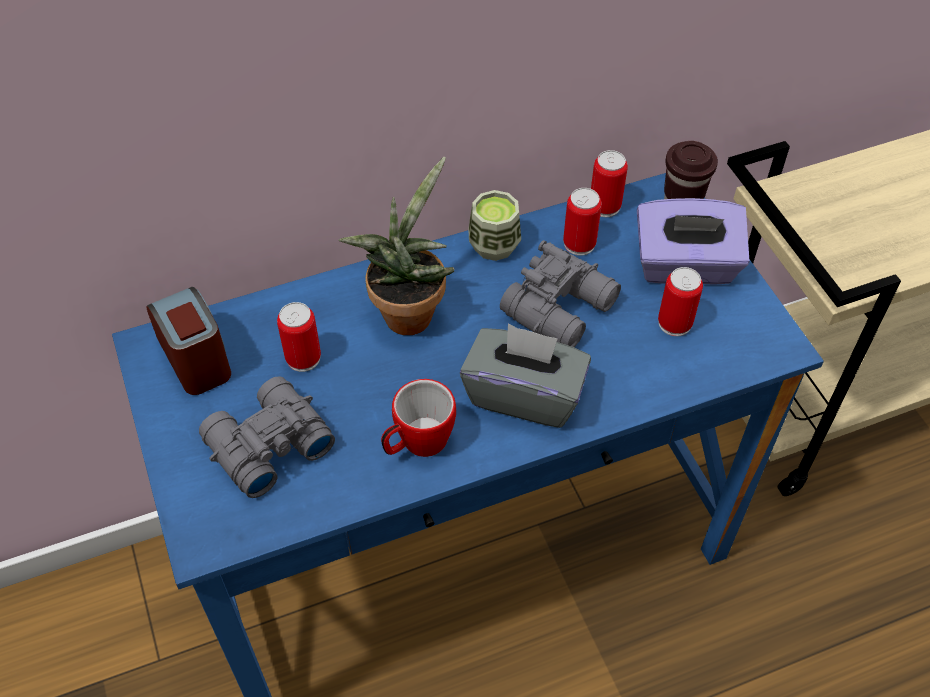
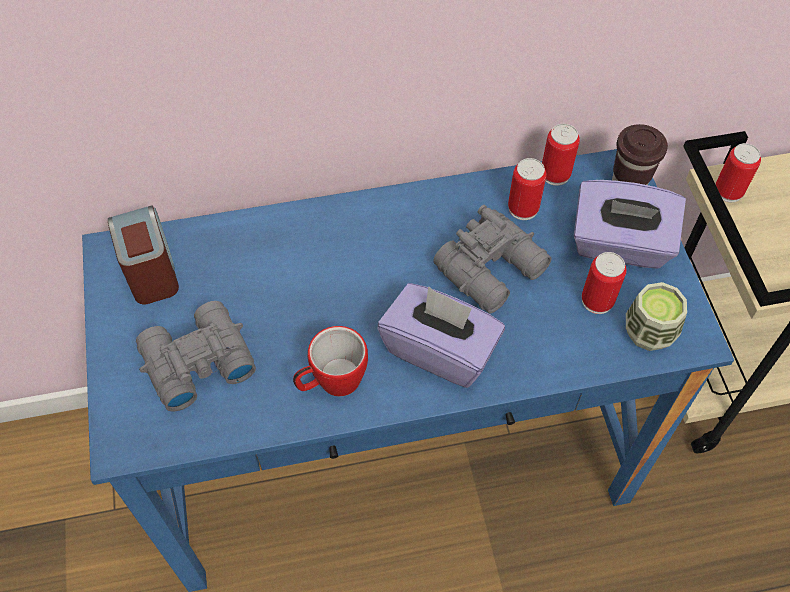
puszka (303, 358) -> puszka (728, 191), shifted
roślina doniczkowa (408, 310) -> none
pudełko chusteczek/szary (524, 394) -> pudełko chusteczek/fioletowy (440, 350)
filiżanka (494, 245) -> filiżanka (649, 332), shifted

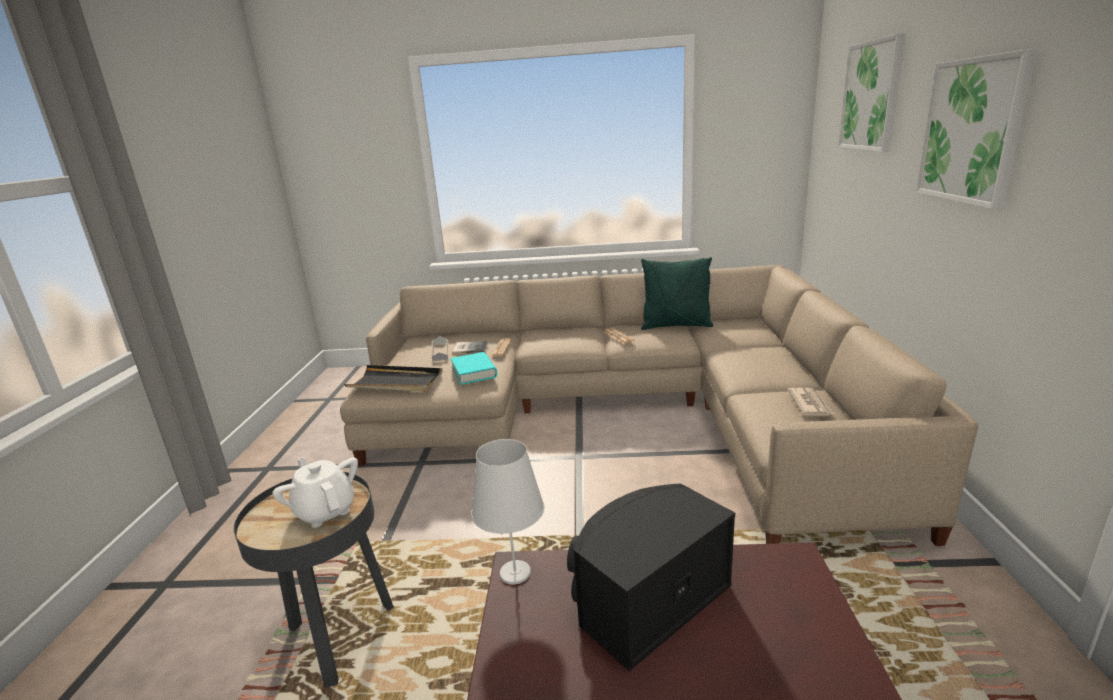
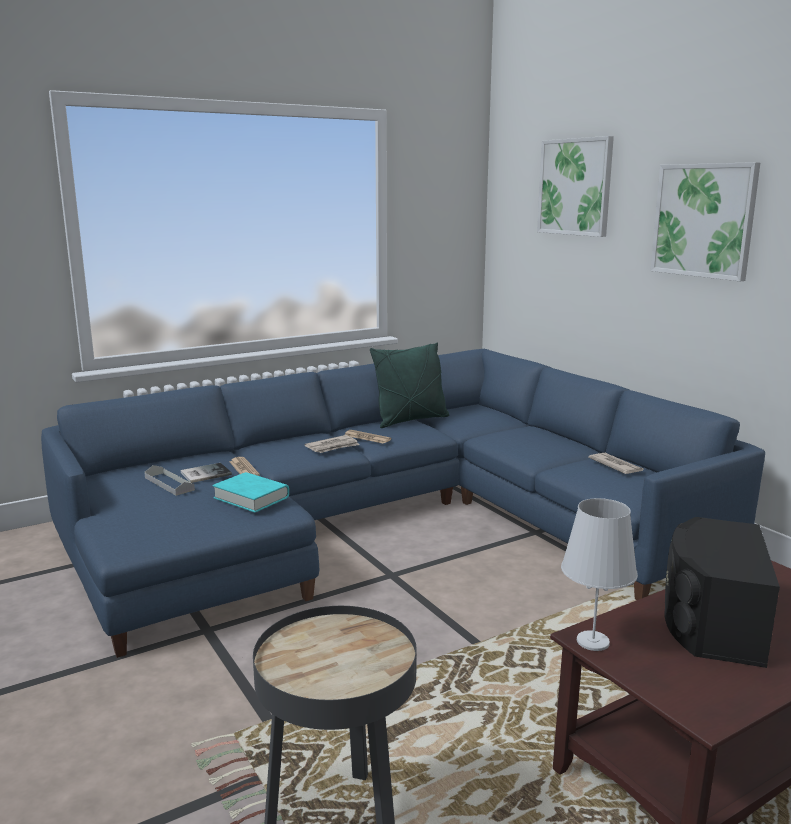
imbryk/biały (325, 511) -> none
kanapa/beżowy (623, 411) -> kanapa/niebieski (387, 523)
taca/czarny (396, 382) -> none
none -> gazeta (333, 447)

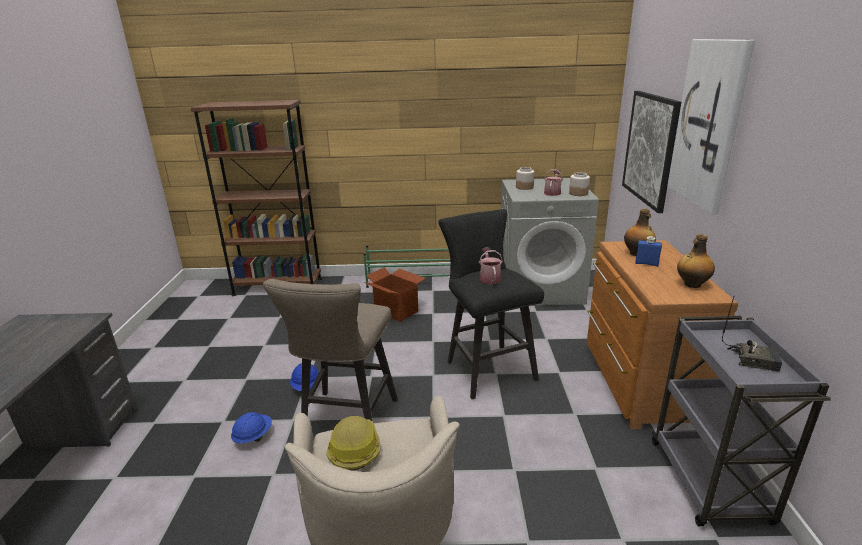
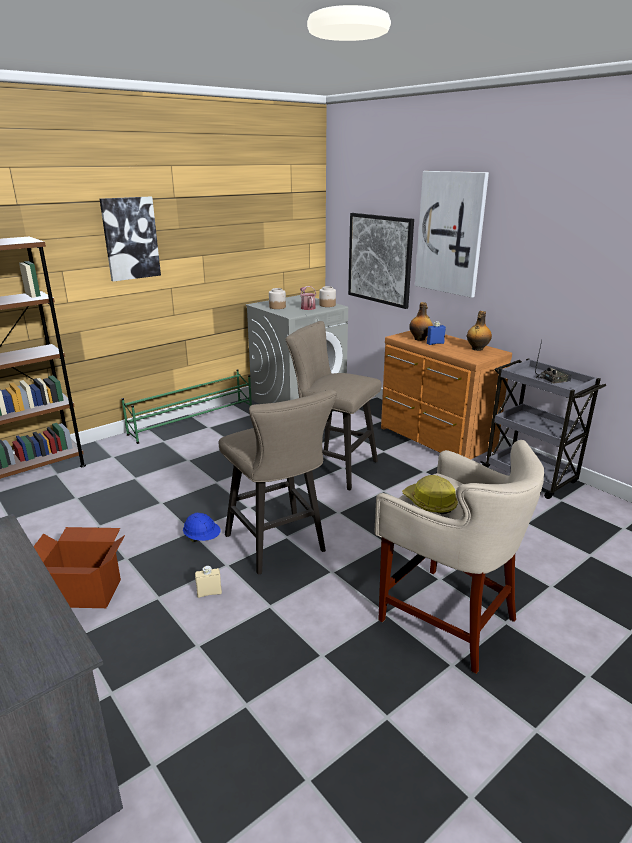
kask/niebieski (253, 437) -> butelka/beżowy (209, 593)
karton (396, 311) -> karton (86, 592), shifted
stołek/czarny (487, 368) -> stołek/beżowy (332, 466)
konewka (489, 278) -> none
none -> obraz (130, 238)

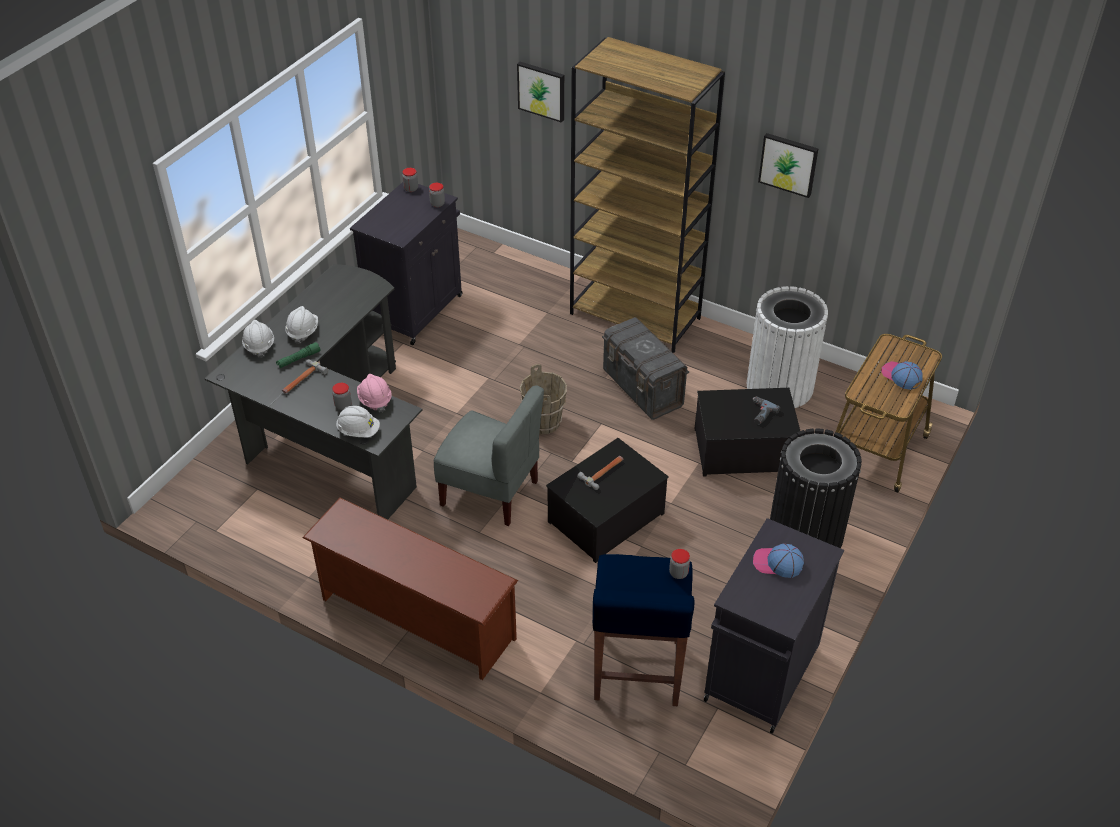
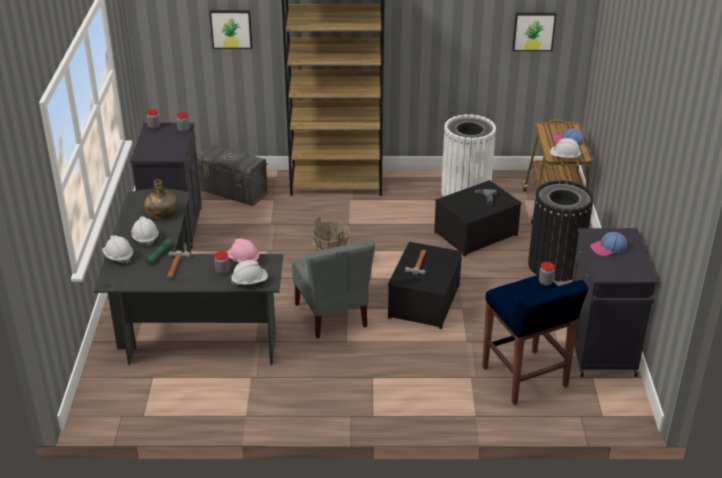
regał na buty/brązowy (415, 619) -> none
krzesło/szary (491, 492) -> krzesło/szary (332, 315), 75 degrees clockwise
pojemnik do przechowywania/szary (642, 388) -> pojemnik do przechowywania/szary (233, 192), shifted
obraz (788, 164) -> obraz (533, 31), shifted
none -> butelka/zielony (161, 213)
none -> kask/biały (564, 157)

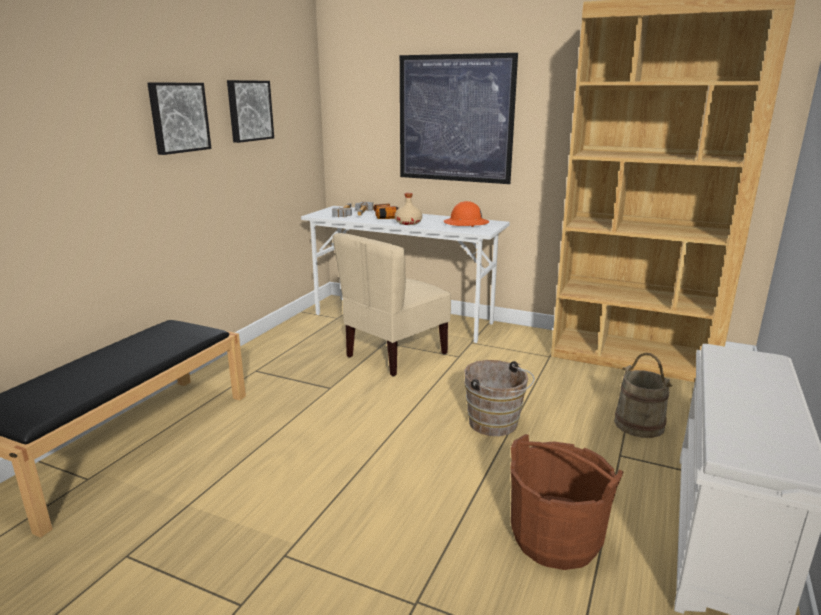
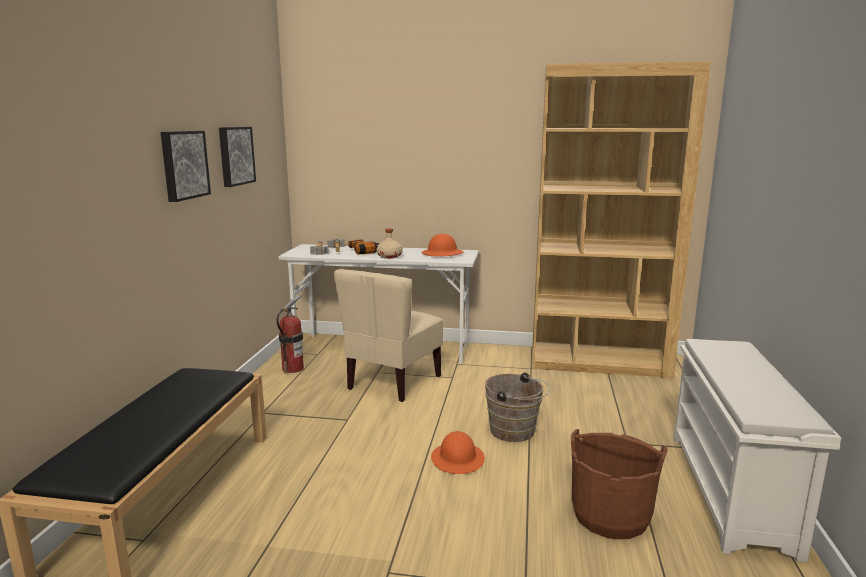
obraz (455, 119) -> none
wiadro/beżowy (639, 424) -> none
none -> gaśnica (293, 368)
none -> kask/pomarańczowy (458, 459)

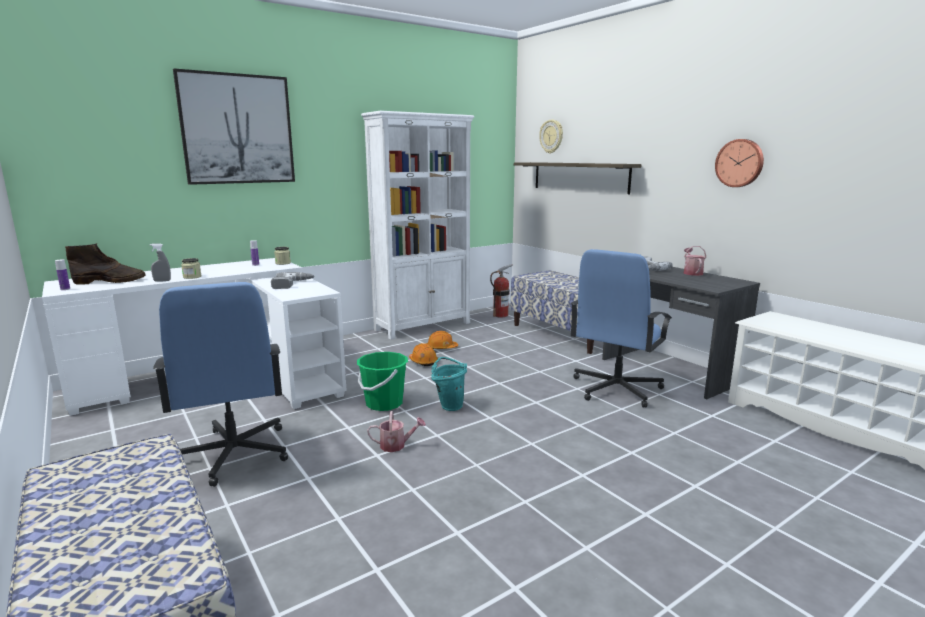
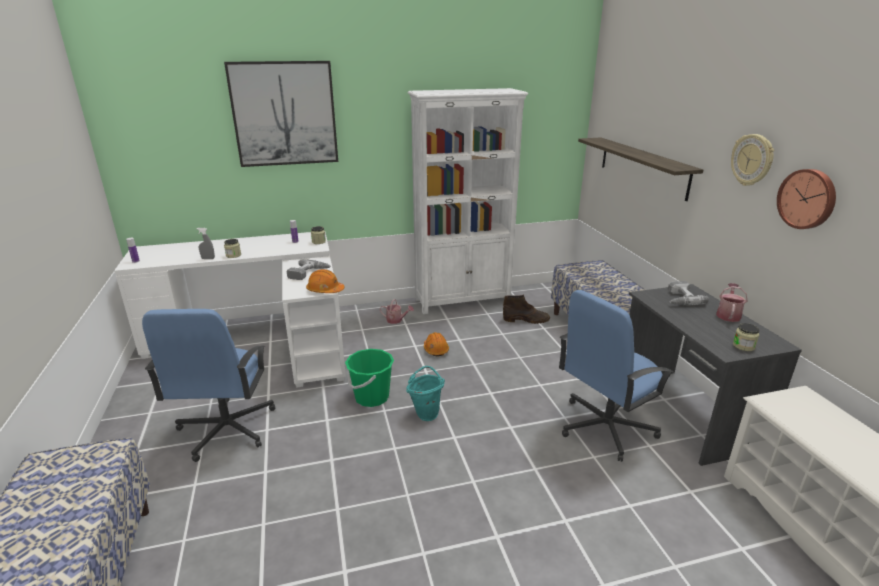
but z cholewką/brązowy (110, 281) -> but z cholewką/brązowy (526, 320), shifted
konewka (396, 445) -> konewka (396, 320), shifted
kask/pomarańczowy (441, 348) -> kask/pomarańczowy (325, 290), shifted
gaśnica (500, 315) -> none
zegar ścienny (551, 136) -> zegar ścienny (752, 160), shifted
none -> słoik (743, 346)

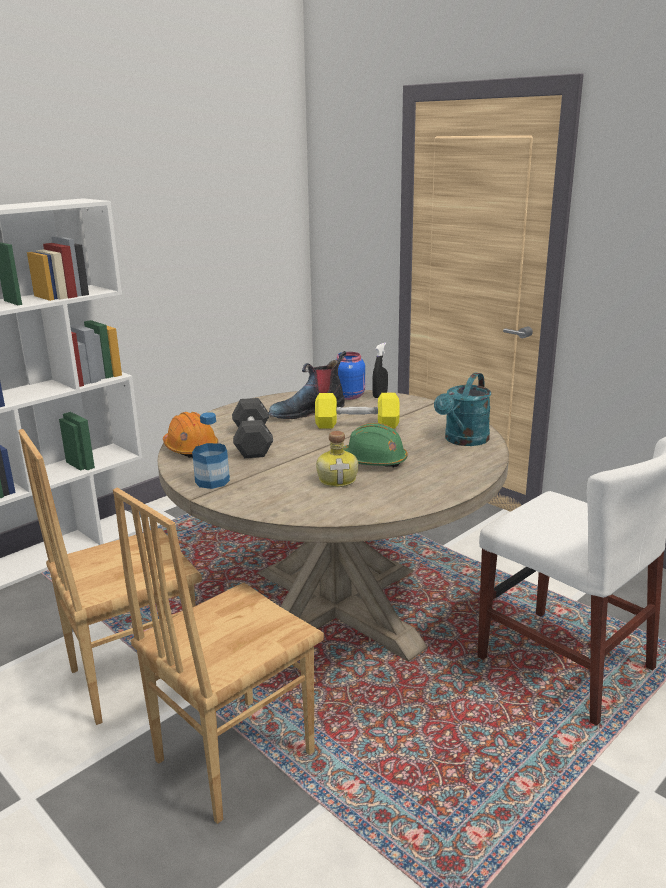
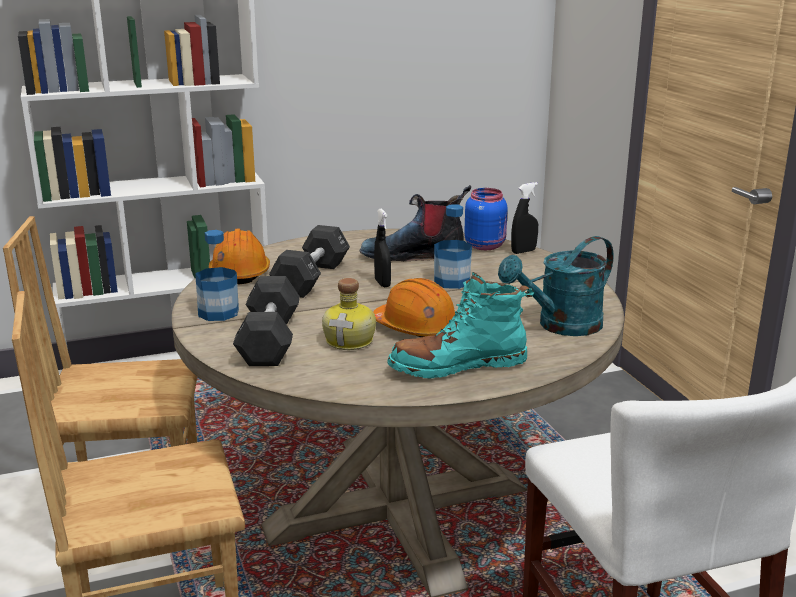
hantel/żółty (357, 425) -> butelka (452, 281)
kask/zielony (372, 461) -> kask/pomarańczowy (416, 328)
none -> hantel/czarny (269, 340)
none -> spryskiwacz/czarny (382, 283)
none -> but z cholewką/turkusowy (458, 366)

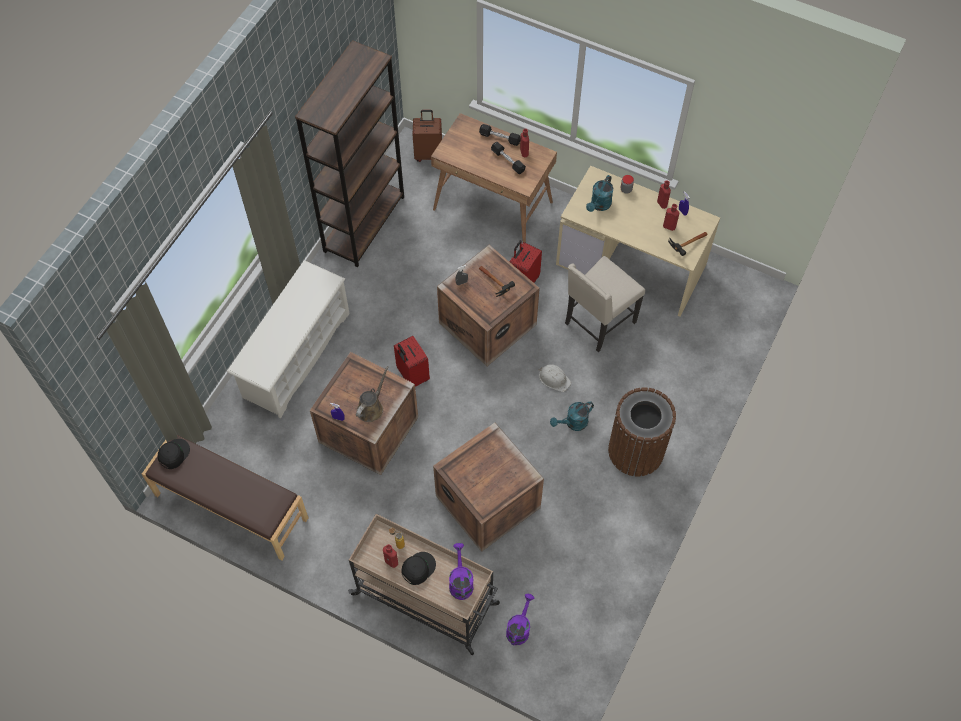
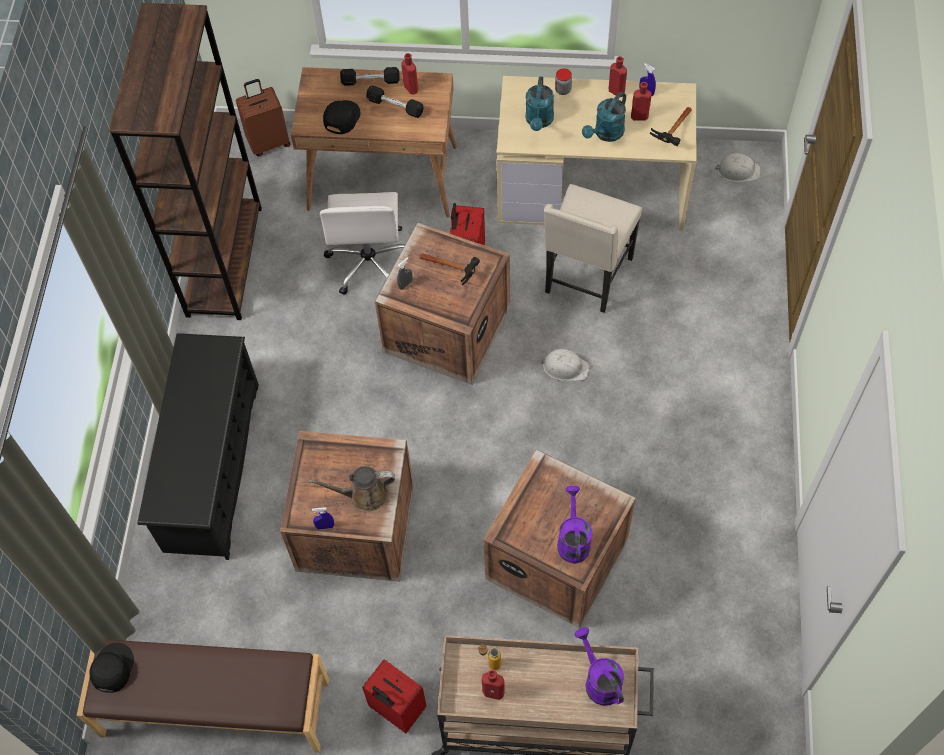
regał na buty/biały (296, 355) -> regał na buty/czarny (211, 467)
konewka/brązowy (371, 407) -> konewka/brązowy (364, 494), 105 degrees counterclockwise
walizka/czerwony (412, 375) -> walizka/czerwony (396, 709), shifted
czapka z daszkiem/czarny (418, 568) -> czapka z daszkiem/czarny (341, 118), shifted
konewka/fioletowy (519, 628) -> konewka/fioletowy (573, 539), shifted
konewka/turkusowy (573, 423) -> konewka/turkusowy (606, 134), shifted
kosz na śmieci/brązowy (636, 451) -> none
none -> krzesło biurowe/biały (369, 262)
none -> kask/biały (738, 170)

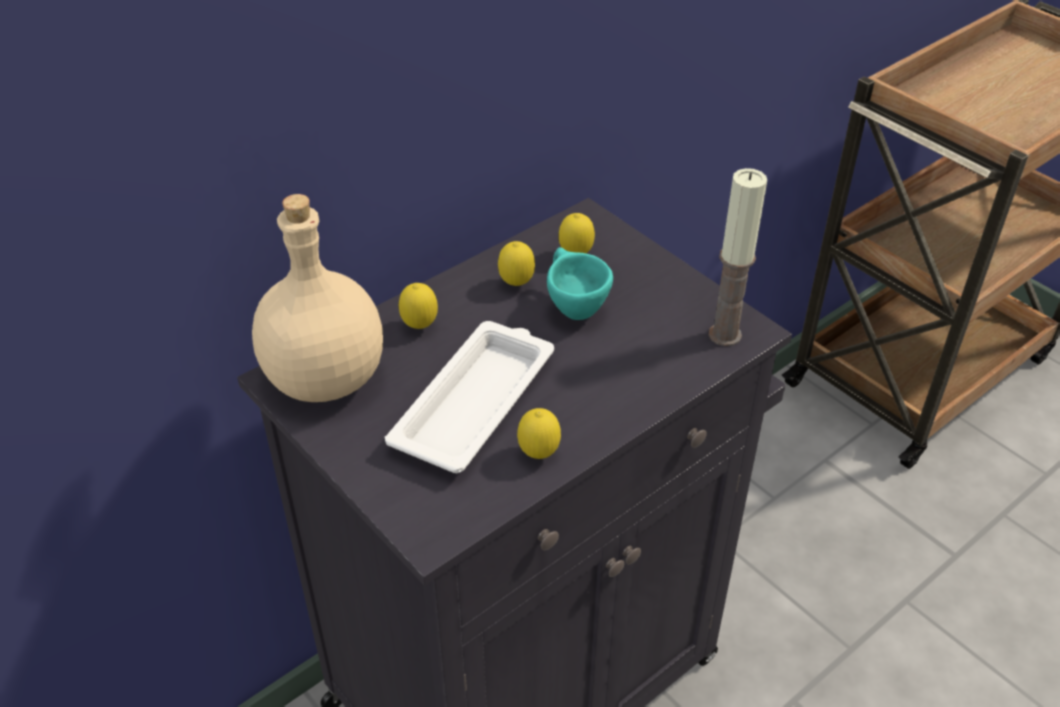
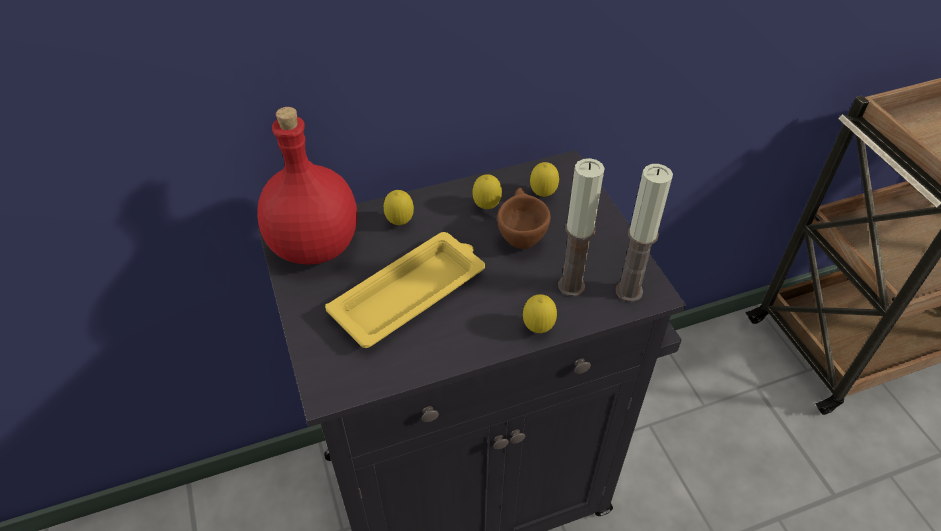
butelka/beżowy (328, 379) -> butelka/czerwony (316, 246)
taca/biały (476, 402) -> taca/żółty (411, 293)
cytryna (539, 455) -> cytryna (538, 329), shifted
filiżanka/turkusowy (572, 307) -> filiżanka/brązowy (520, 236)
none -> świeca (571, 286)

